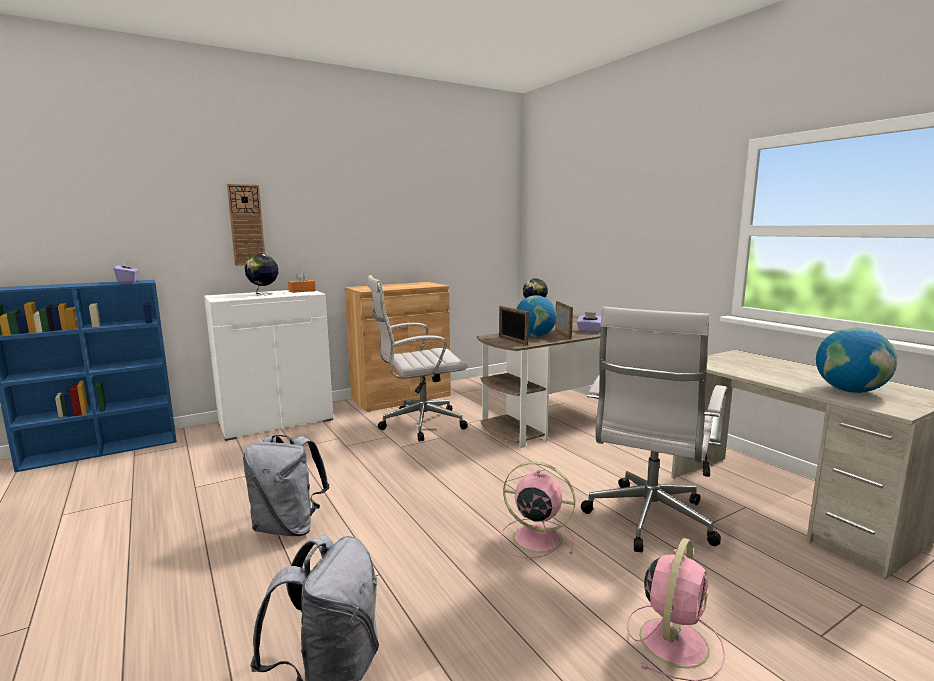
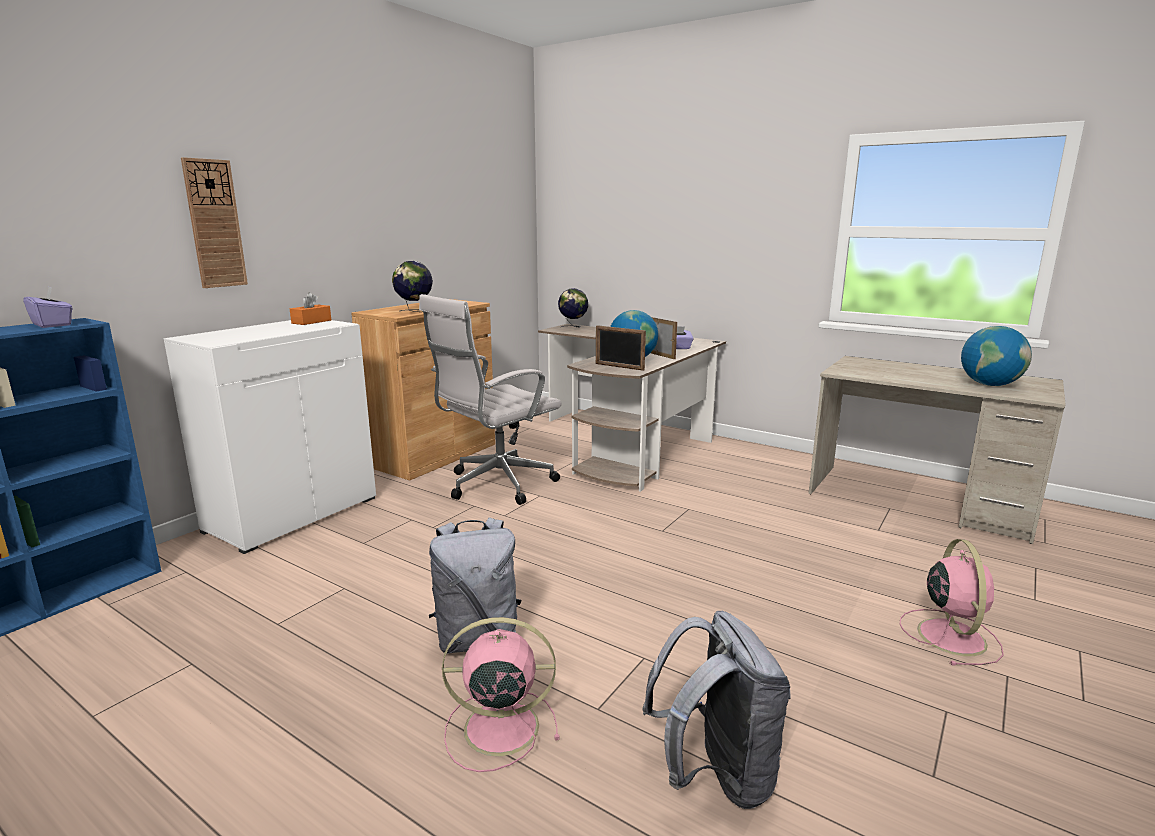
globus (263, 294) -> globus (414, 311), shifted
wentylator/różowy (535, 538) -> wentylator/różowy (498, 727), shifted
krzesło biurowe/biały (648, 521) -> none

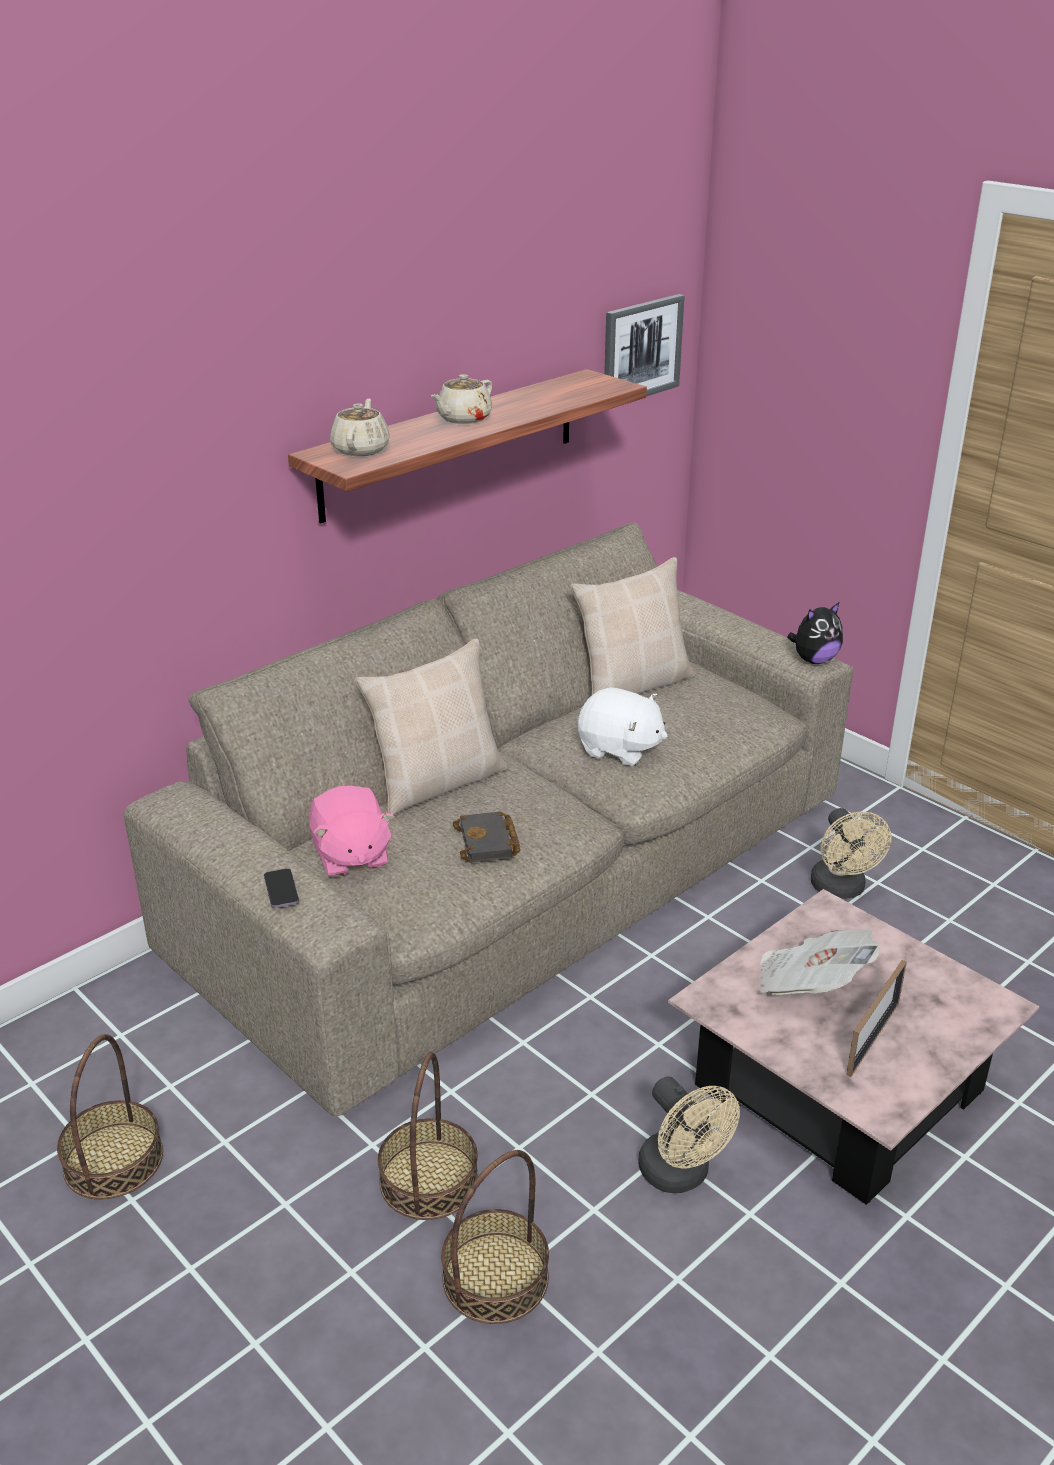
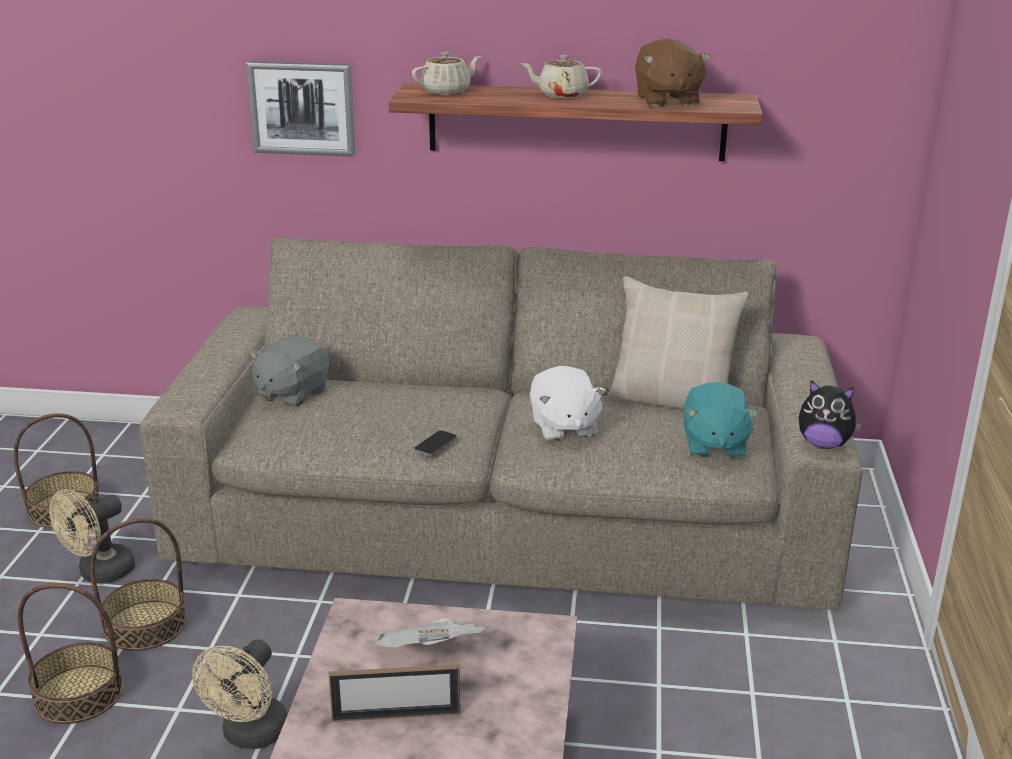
telefon (281, 890) -> telefon (435, 445), shifted
pluszak/różowy (350, 856) -> pluszak/szary (291, 393)
poduszka/beżowy (437, 782) -> none
książka/czarny (489, 843) -> none
obraz (641, 349) -> obraz (302, 108), shifted
wentylator/beżowy (841, 890) -> wentylator/beżowy (99, 573), shifted
none -> pluszak/brązowy (666, 101)
none -> pluszak/turkusowy (713, 445)

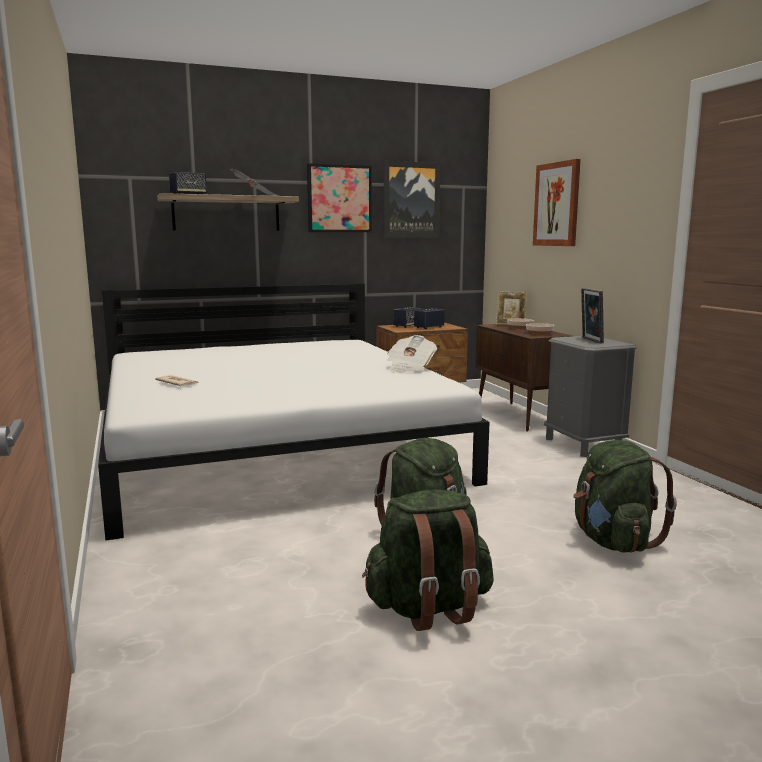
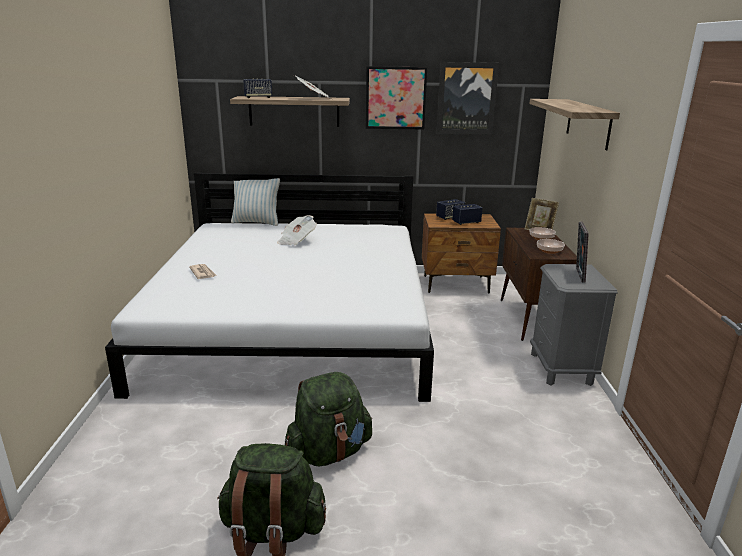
gazeta (409, 368) -> gazeta (296, 241), shifted
obraz (557, 204) -> półka (588, 123)
plecak/zielony (613, 541) -> none
none -> poduszka (256, 222)

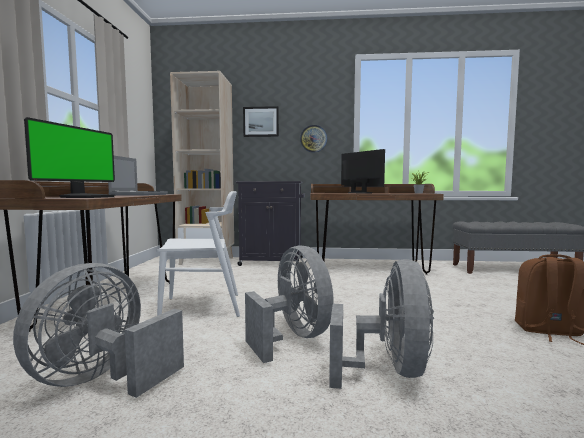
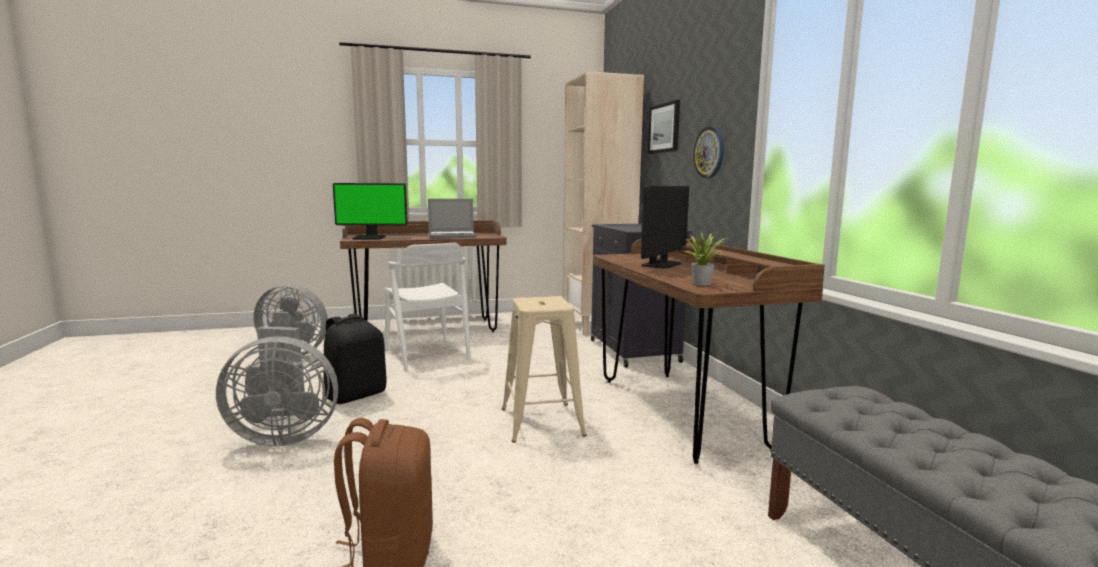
wentylator/szary (293, 338) -> plecak/czarny (355, 395)
none -> stołek/beżowy (541, 422)

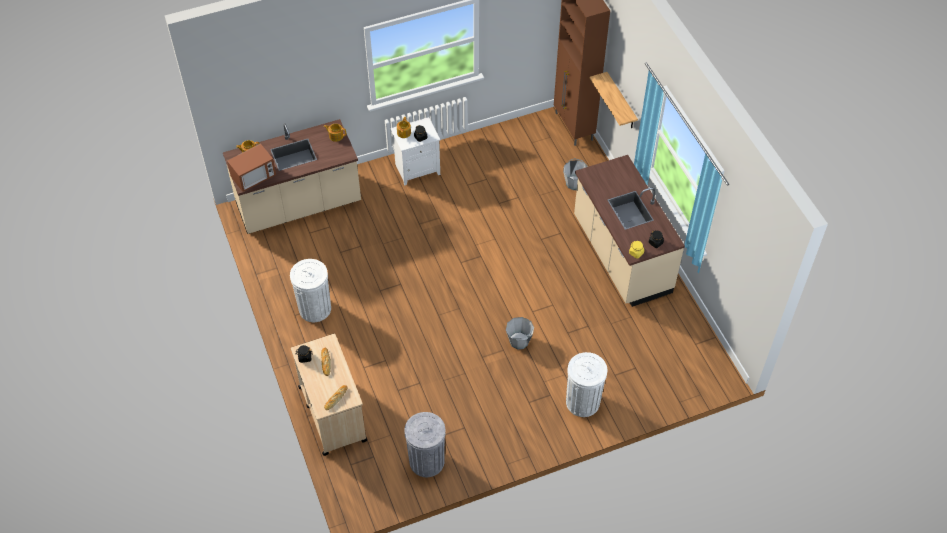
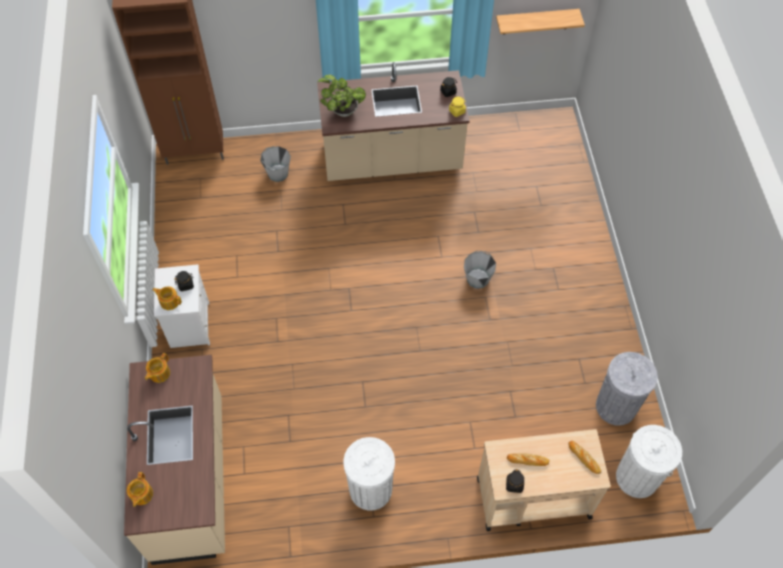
mikrofalówka (254, 177) -> none
kosz na śmieci/biały (582, 402) -> kosz na śmieci/biały (637, 477), shifted
półka (621, 102) -> półka (536, 21), shifted
none -> roślina doniczkowa (342, 111)

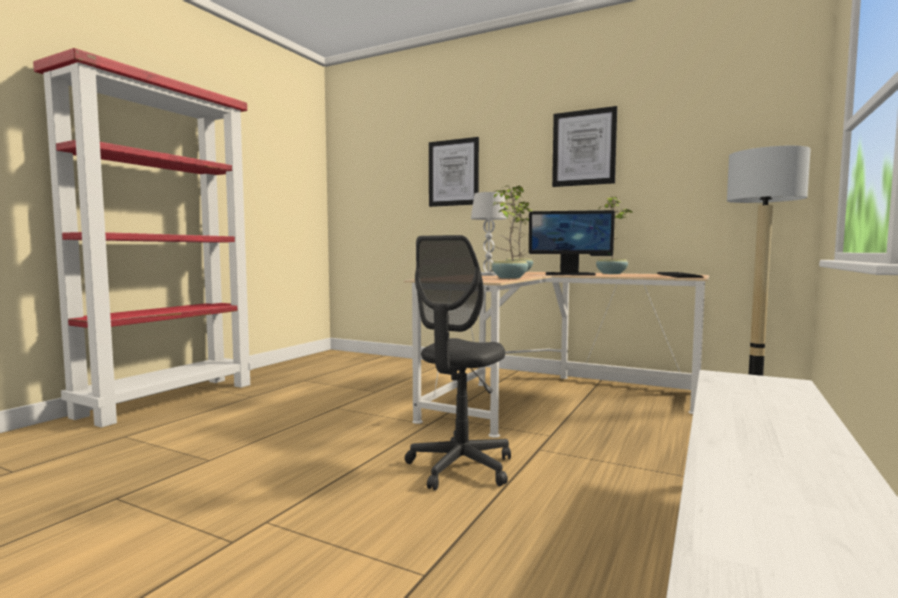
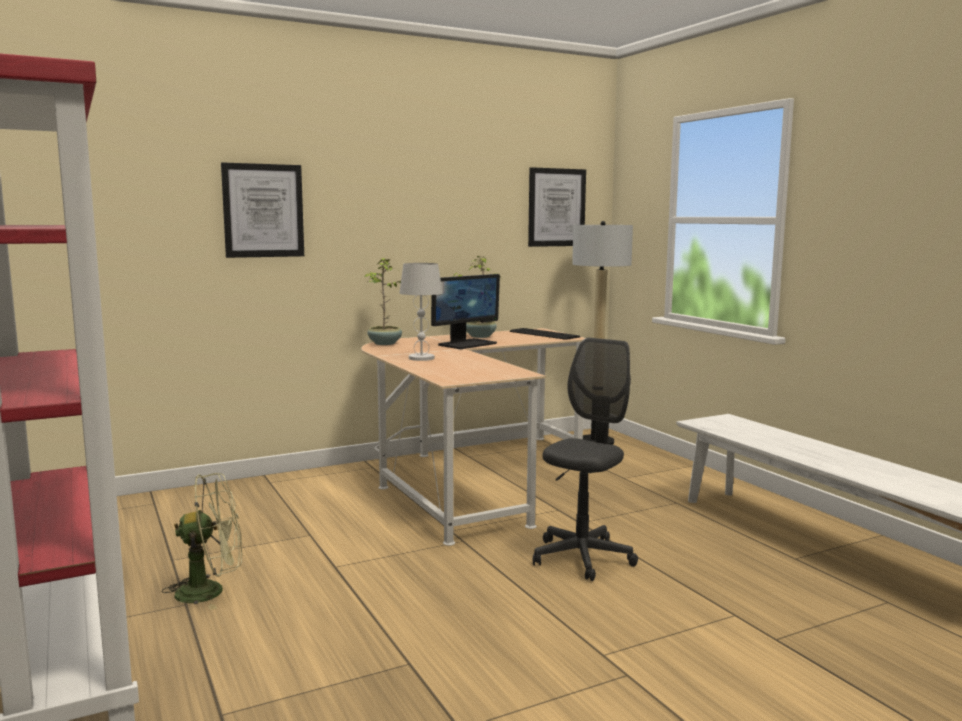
krzesło biurowe/szary (460, 468) -> krzesło biurowe/szary (582, 558), 120 degrees counterclockwise
roślina doniczkowa (508, 278) -> none
obraz (584, 148) -> obraz (556, 207), shifted
none -> wentylator/zielony (211, 591)

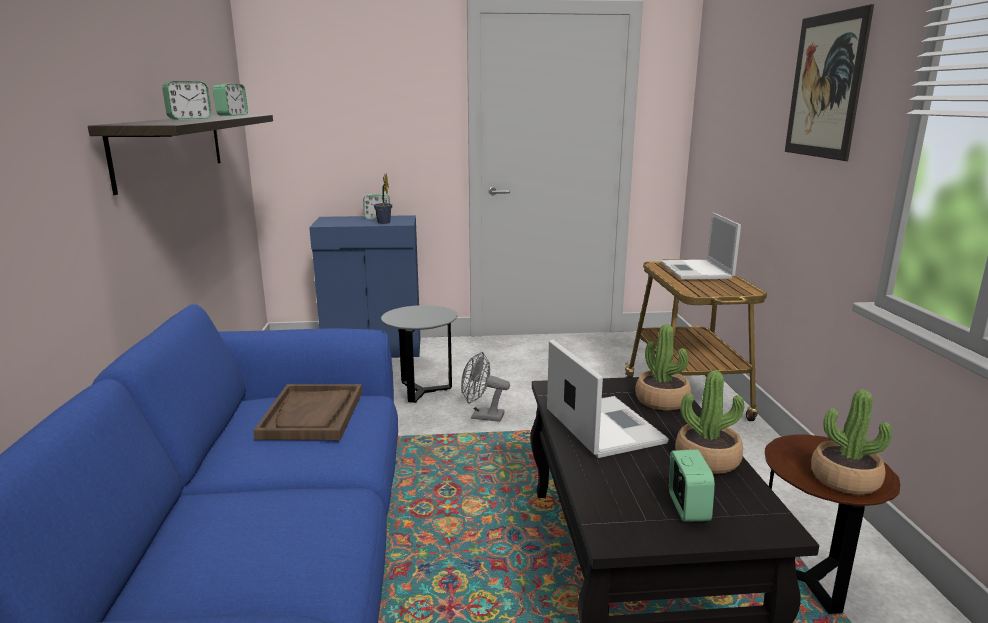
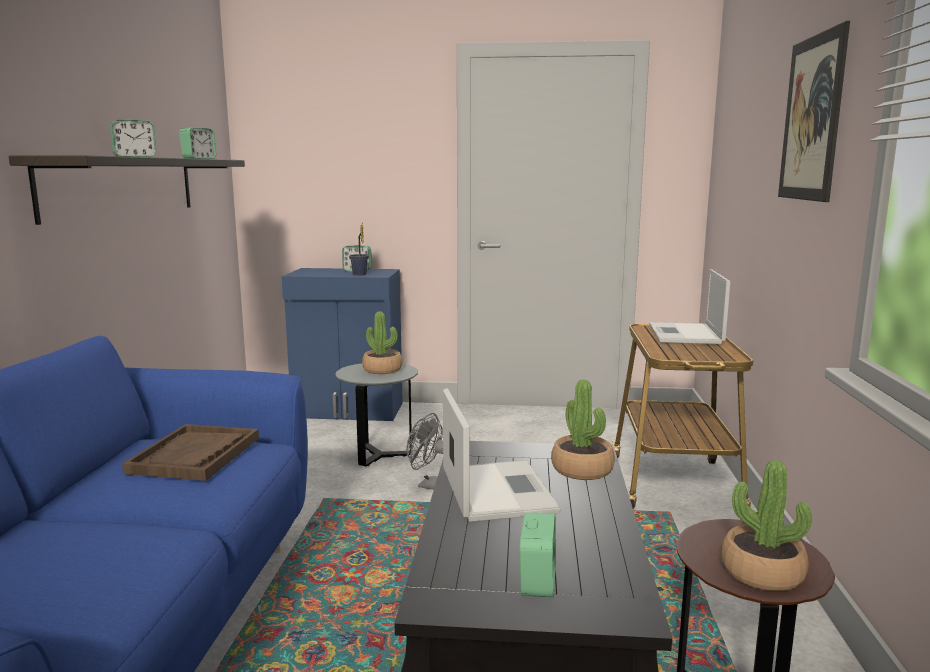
roślina doniczkowa (707, 459) -> roślina doniczkowa (382, 369), shifted

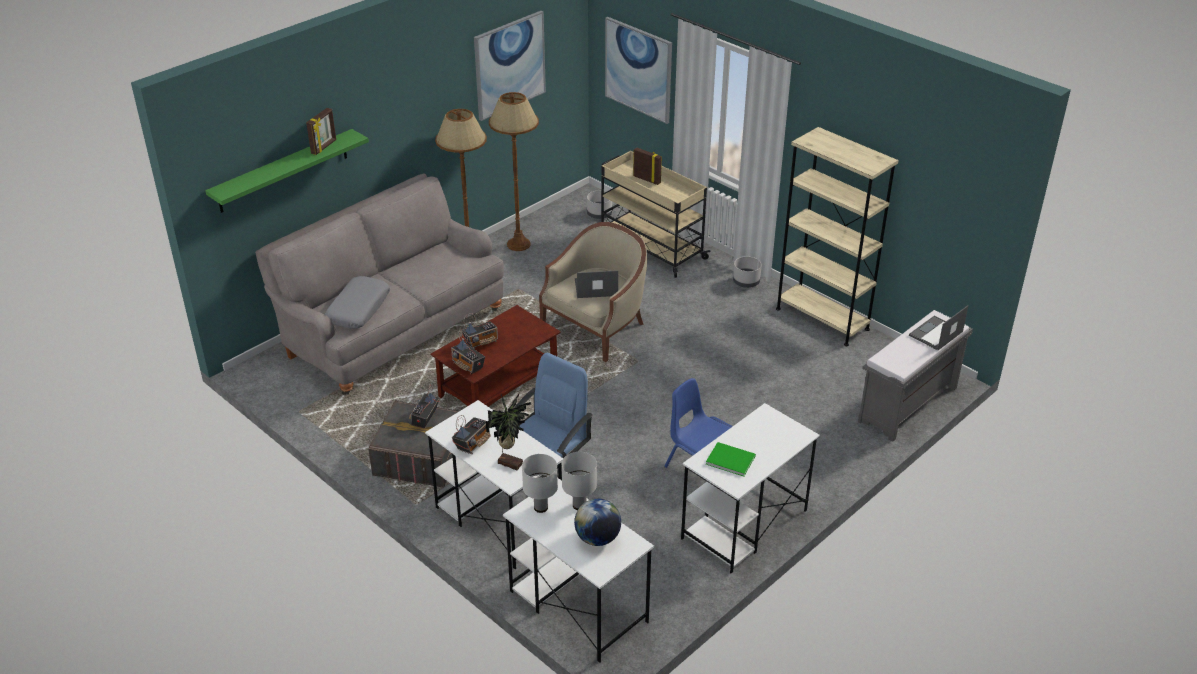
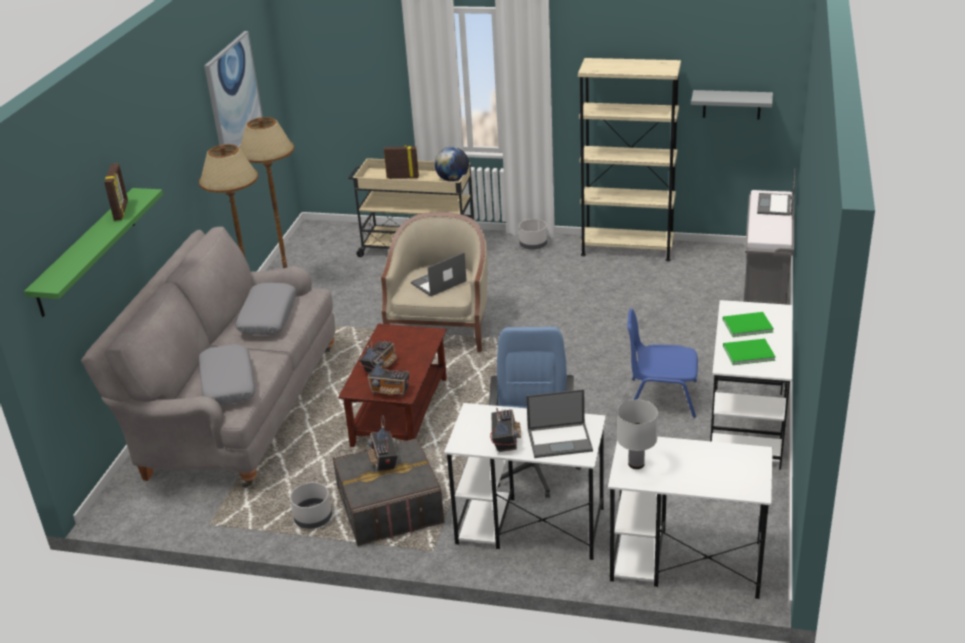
roślina doniczkowa (510, 462) -> laptop (560, 440)
lampa stołowa/biały (580, 505) -> none
globus (597, 538) -> globus (452, 179), shifted
donica/szary (599, 214) -> donica/szary (313, 518), shifted
obraz (638, 69) -> none
none -> poduszka/szary (267, 316)
none -> półka/szary (731, 104)
none -> książka/zielony (745, 325)

